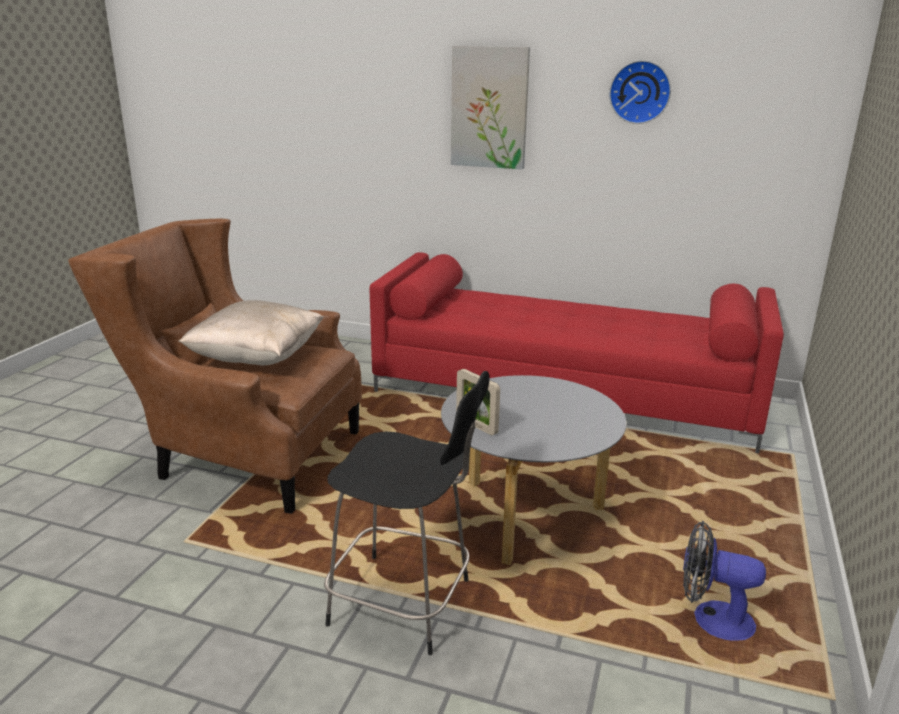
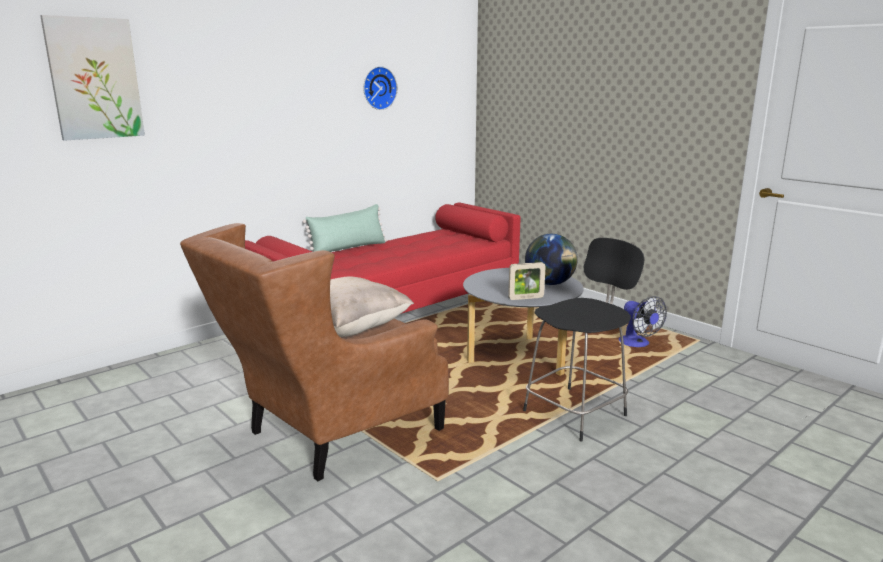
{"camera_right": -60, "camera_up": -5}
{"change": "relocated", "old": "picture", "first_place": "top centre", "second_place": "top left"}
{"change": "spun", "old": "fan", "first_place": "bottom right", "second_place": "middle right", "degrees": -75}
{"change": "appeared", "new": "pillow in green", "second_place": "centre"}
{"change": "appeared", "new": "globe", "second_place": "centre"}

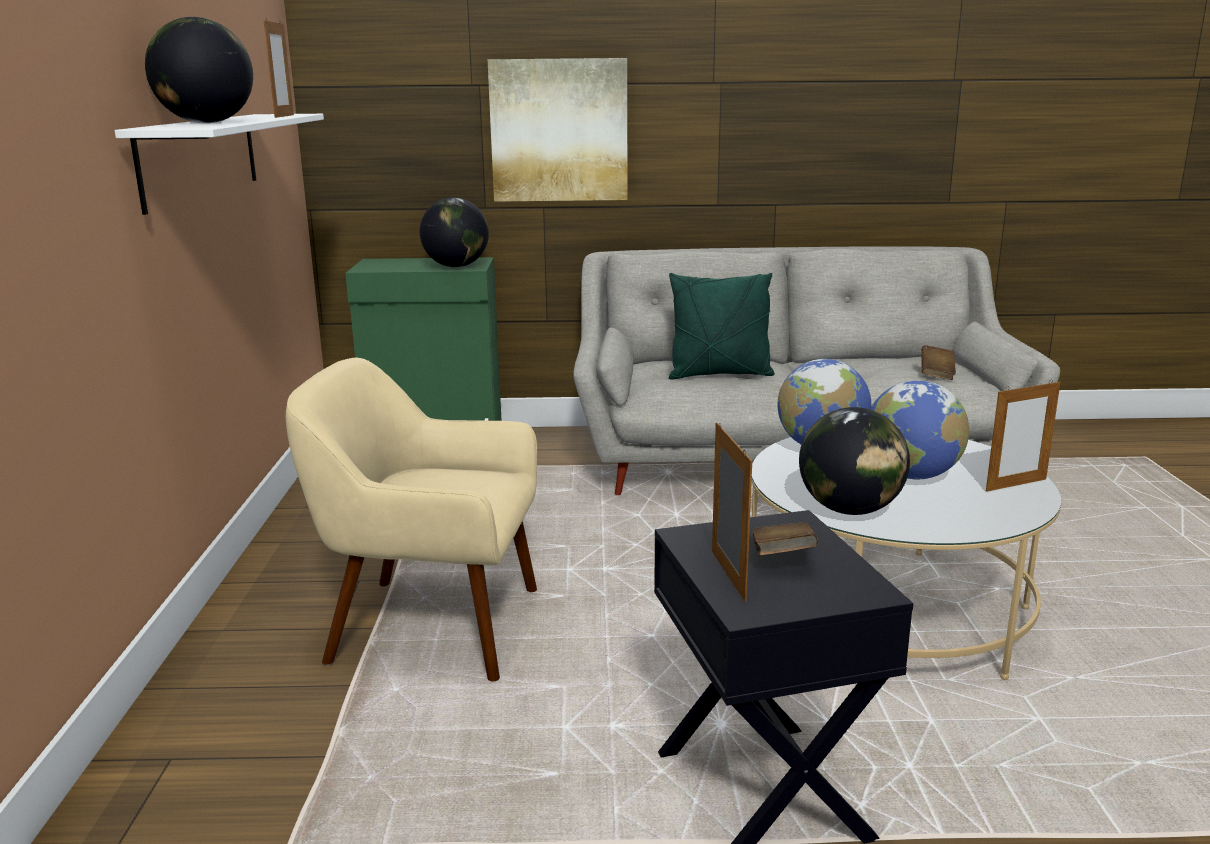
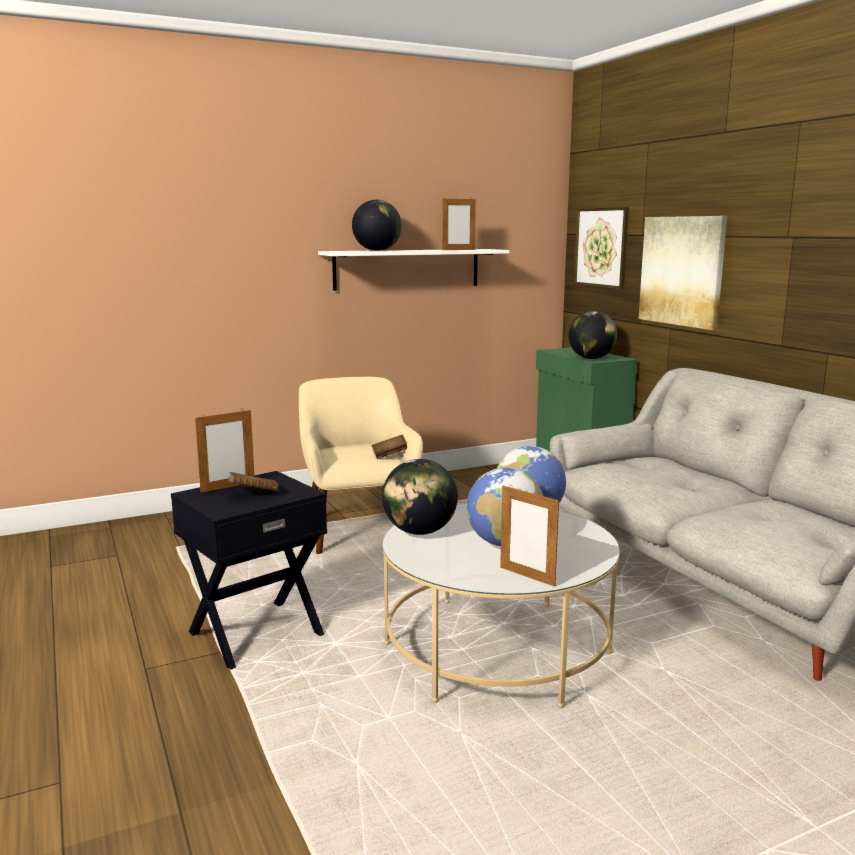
{"camera_right": 65, "camera_up": -5}
{"change": "missing", "old": "pillow in green", "first_place": "centre"}
{"change": "relocated", "old": "book in brown (no. 2 from left)", "first_place": "middle right", "second_place": "centre"}
{"change": "appeared", "new": "picture (no. 1 from left)", "second_place": "top right"}

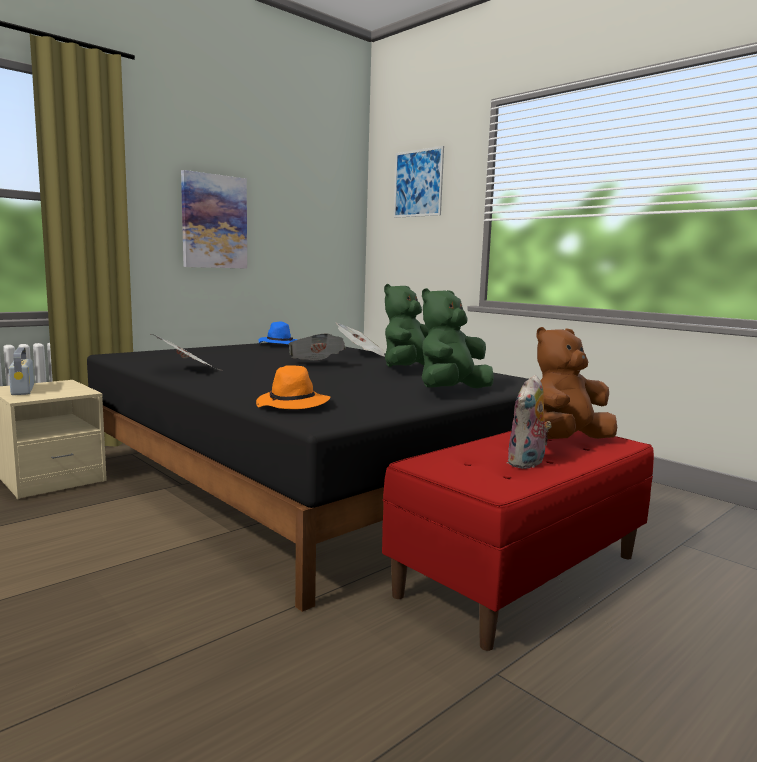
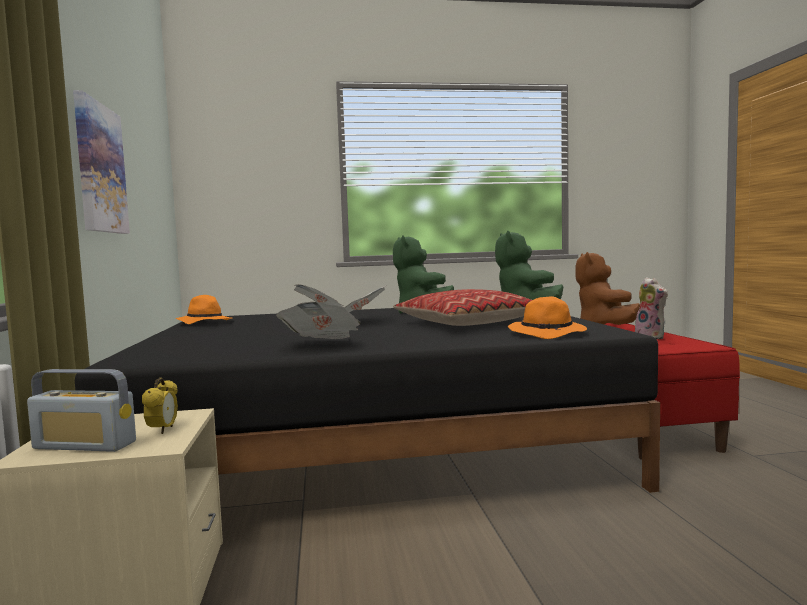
{"camera_right": -55, "camera_up": -5}
{"change": "colour", "old": "hat in blue", "new": "hat in orange (no. 1 from left)", "first_place": "centre", "second_place": "middle left"}
{"change": "missing", "old": "picture (no. 2 from left)", "first_place": "top centre"}
{"change": "appeared", "new": "alarm clock", "second_place": "bottom left"}
{"change": "appeared", "new": "pillow", "second_place": "centre"}

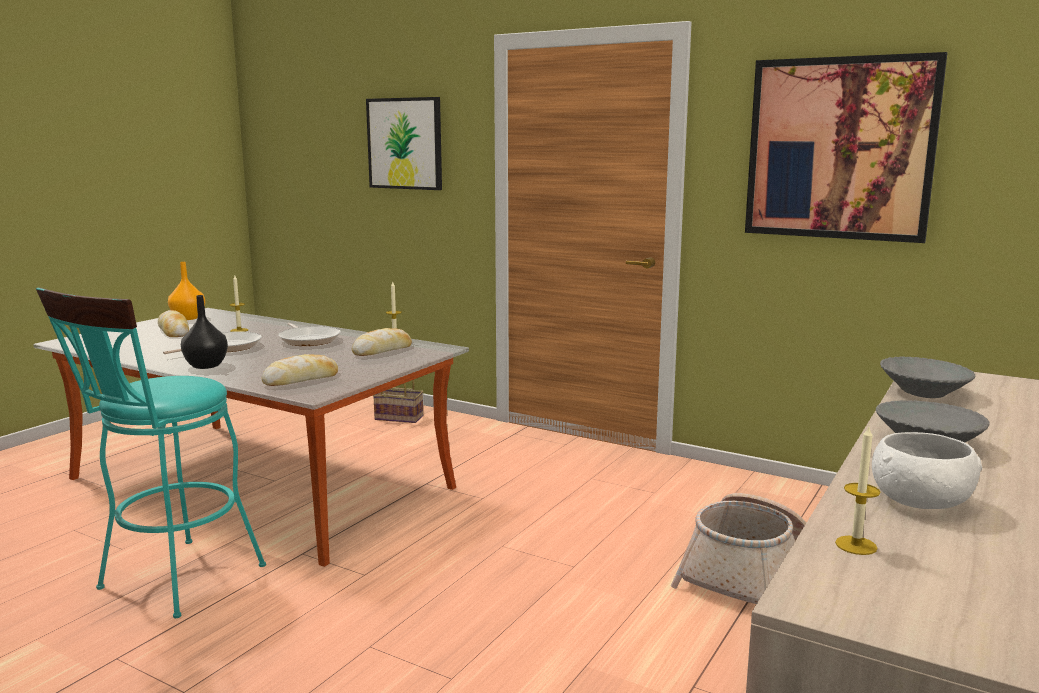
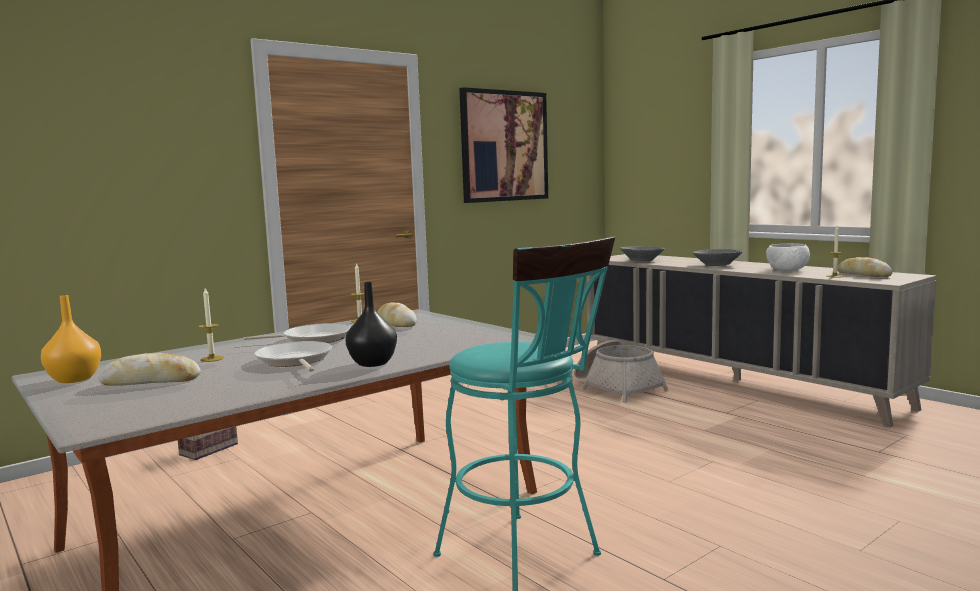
{"camera_right": -70, "camera_up": -5}
{"change": "relocated", "old": "bread (no. 2 from left in the first image)", "new": "bread (no. 3 from left)", "first_place": "middle left", "second_place": "middle right"}
{"change": "missing", "old": "picture (no. 1 from left)", "first_place": "top centre"}

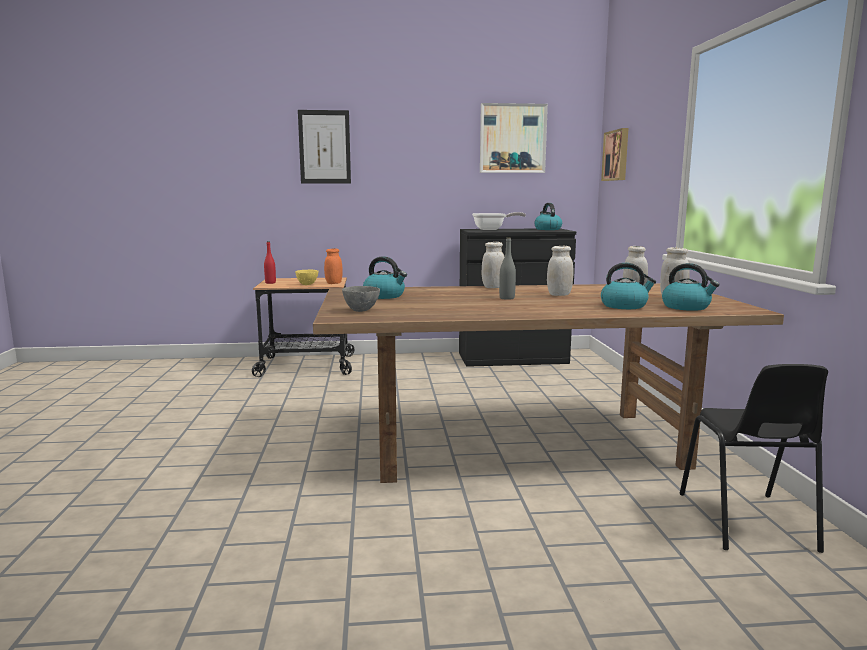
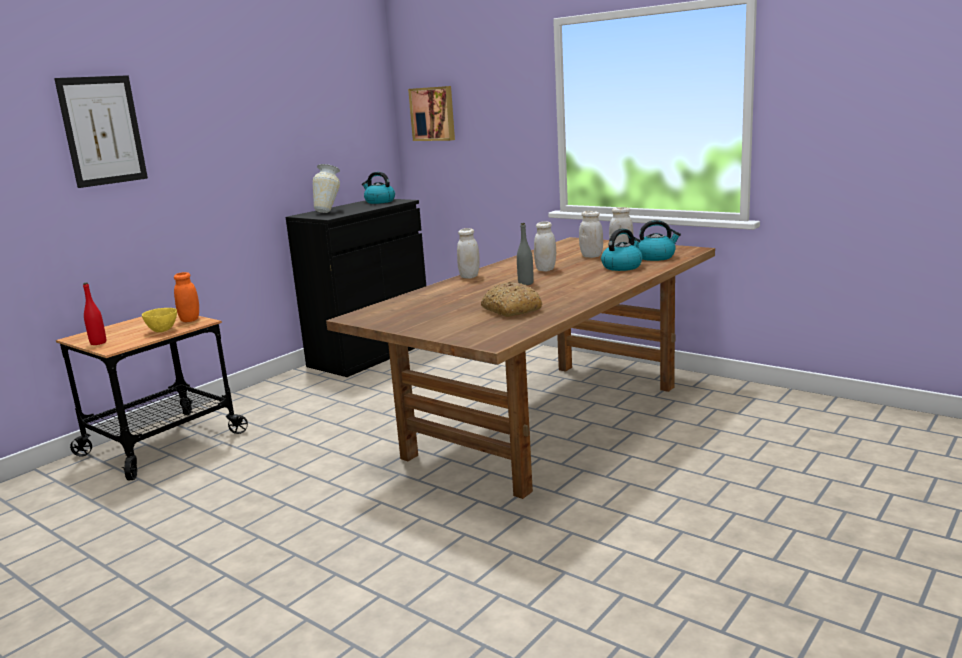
{"camera_right": -45, "camera_up": 5}
{"change": "missing", "old": "bowl in grey", "first_place": "centre"}
{"change": "missing", "old": "kettle (no. 1 from left)", "first_place": "centre"}
{"change": "exchanged", "old": "frying pan", "new": "vase", "first_place": "centre", "second_place": "top centre"}
{"change": "missing", "old": "picture (no. 2 from left)", "first_place": "top centre"}
{"change": "missing", "old": "chair in black", "first_place": "bottom right"}
{"change": "appeared", "new": "bread", "second_place": "centre"}

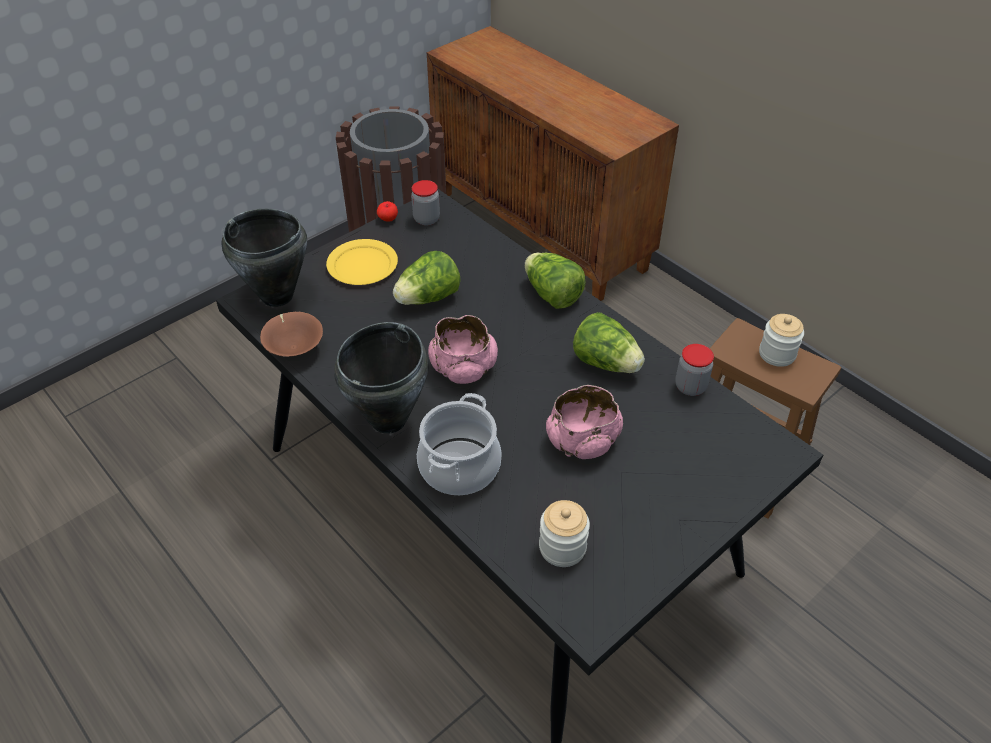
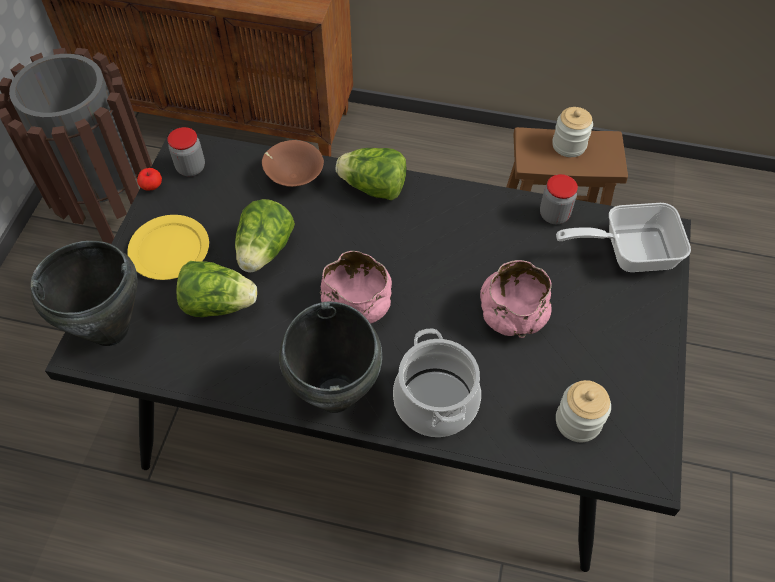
{"camera_right": -35, "camera_up": 10}
{"change": "relocated", "old": "bowl in brown", "first_place": "middle left", "second_place": "top centre"}
{"change": "relocated", "old": "lettuce (no. 3 from left in the first image)", "new": "lettuce (no. 1 from left)", "first_place": "centre", "second_place": "middle left"}
{"change": "appeared", "new": "frying pan", "second_place": "middle right"}

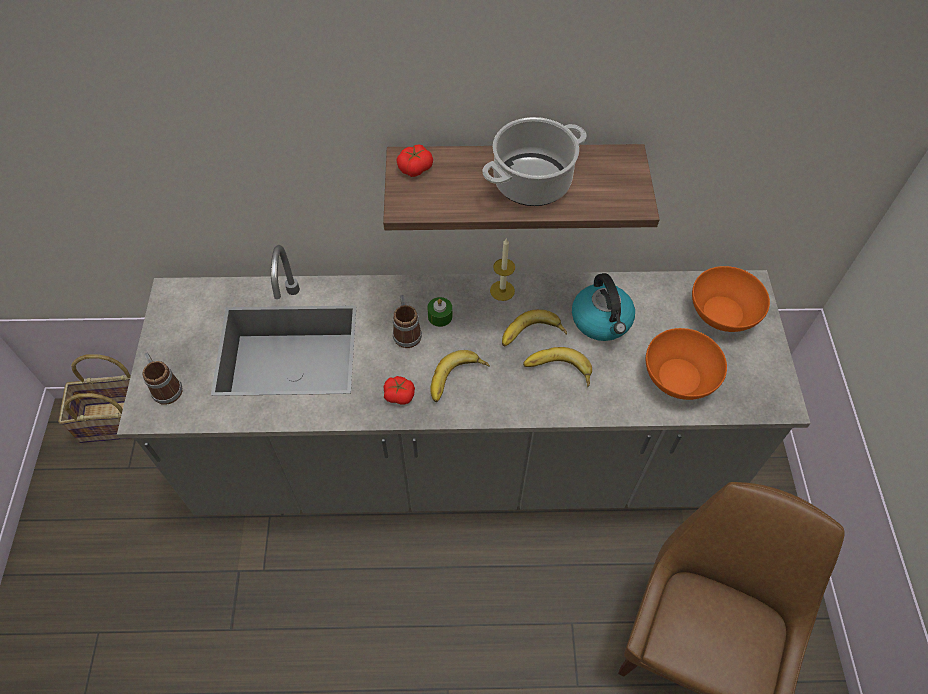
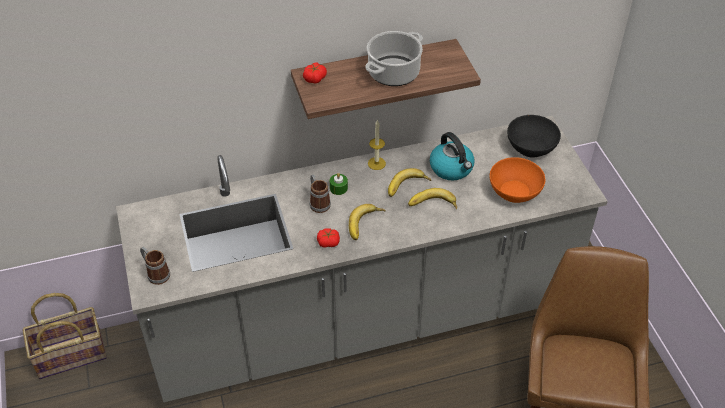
{"camera_right": -15, "camera_up": -10}
{"change": "colour", "old": "bowl in orange (no. 2 from left)", "new": "bowl in black", "first_place": "middle right", "second_place": "middle right"}

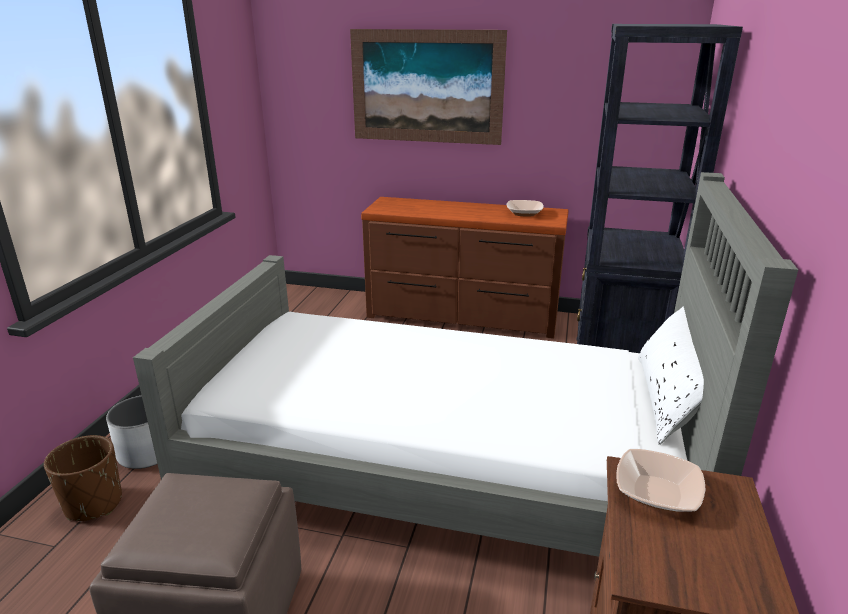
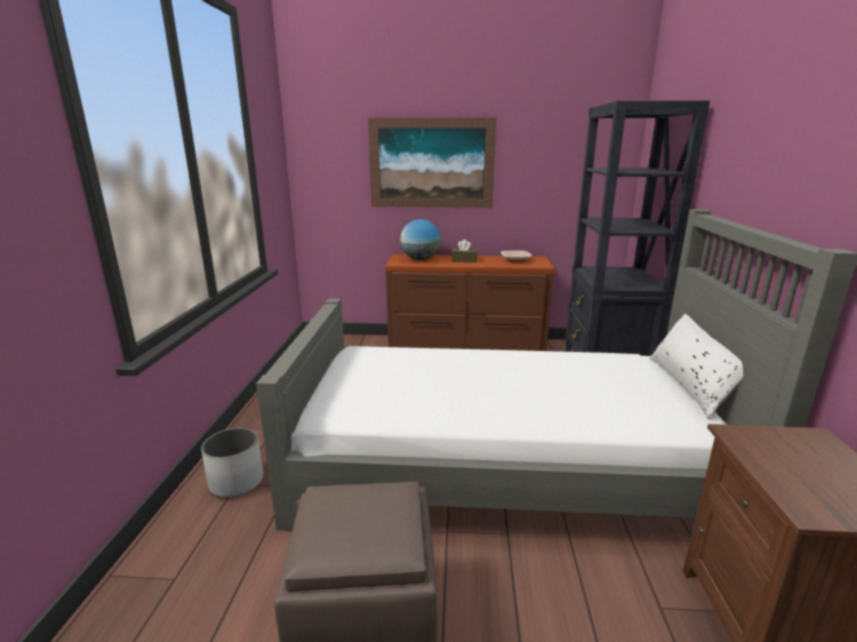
{"camera_right": -10, "camera_up": -5}
{"change": "missing", "old": "planter in brown", "first_place": "bottom left"}
{"change": "missing", "old": "bowl (no. 2 from left)", "first_place": "bottom right"}
{"change": "appeared", "new": "globe", "second_place": "centre"}
{"change": "appeared", "new": "tissue box in brown", "second_place": "centre"}

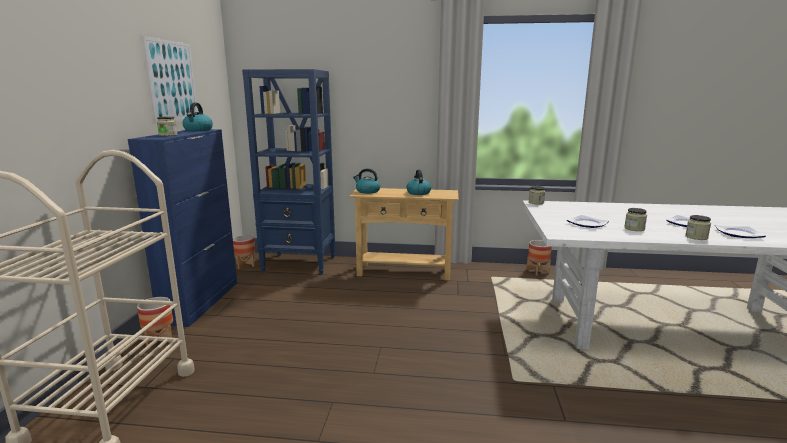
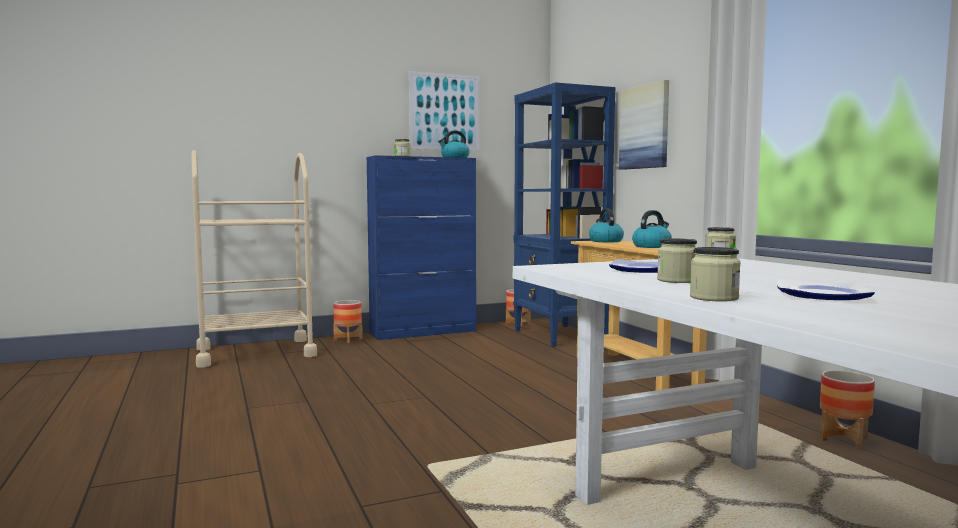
{"camera_right": 60, "camera_up": -10}
{"change": "missing", "old": "plate (no. 3 from left)", "first_place": "middle right"}
{"change": "appeared", "new": "picture (no. 2 from left)", "second_place": "top right"}

